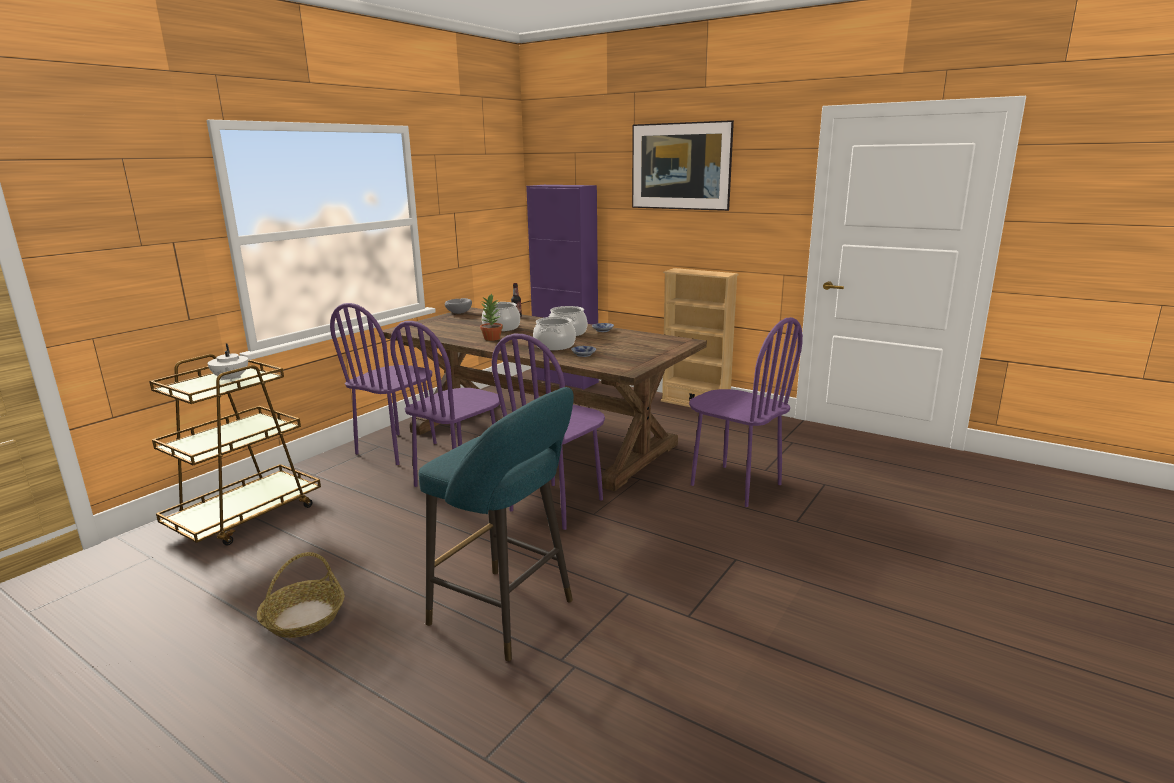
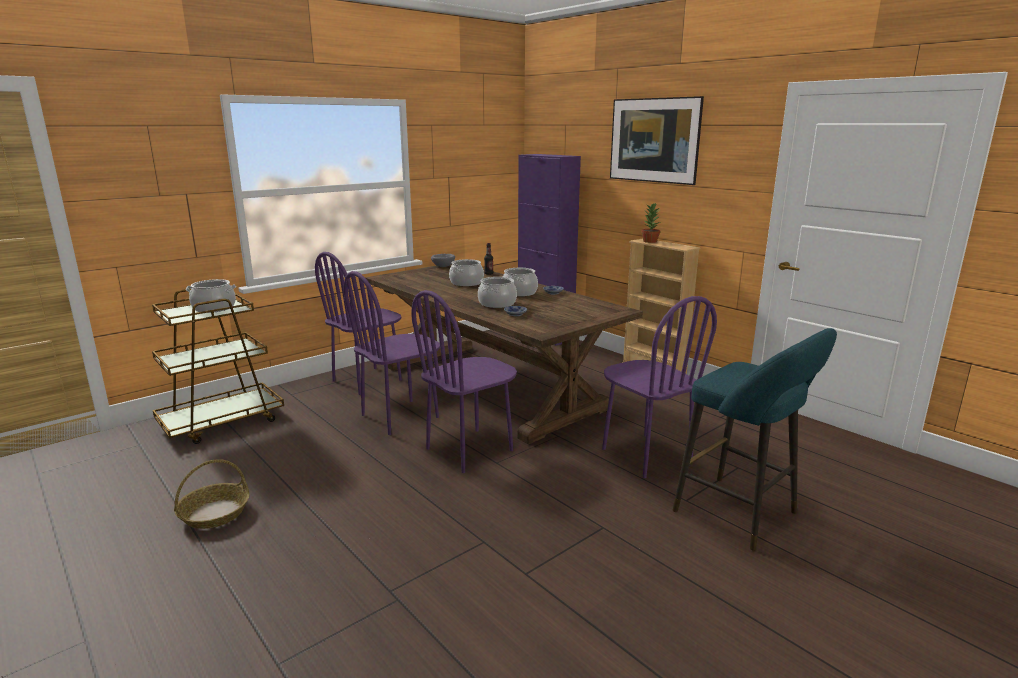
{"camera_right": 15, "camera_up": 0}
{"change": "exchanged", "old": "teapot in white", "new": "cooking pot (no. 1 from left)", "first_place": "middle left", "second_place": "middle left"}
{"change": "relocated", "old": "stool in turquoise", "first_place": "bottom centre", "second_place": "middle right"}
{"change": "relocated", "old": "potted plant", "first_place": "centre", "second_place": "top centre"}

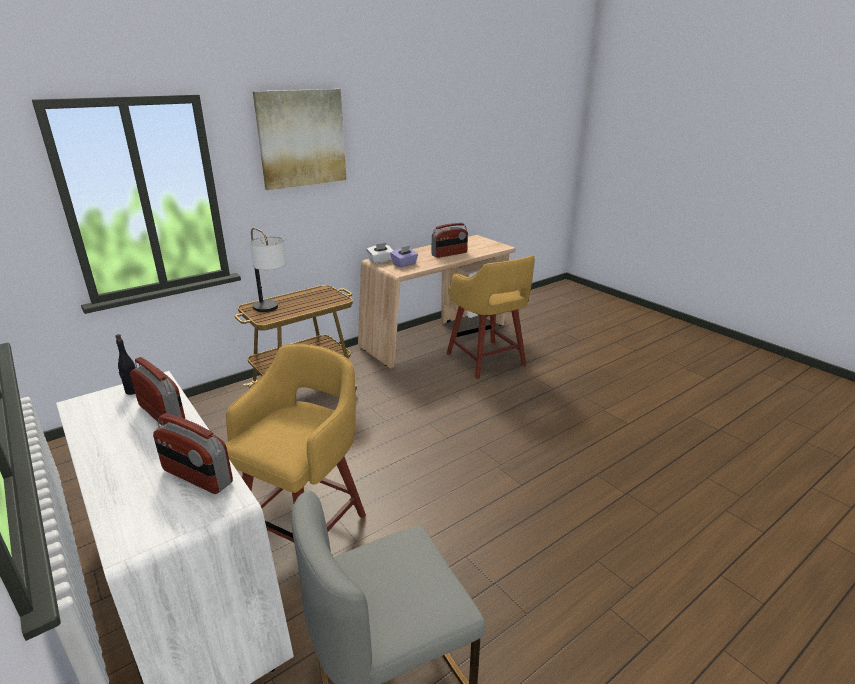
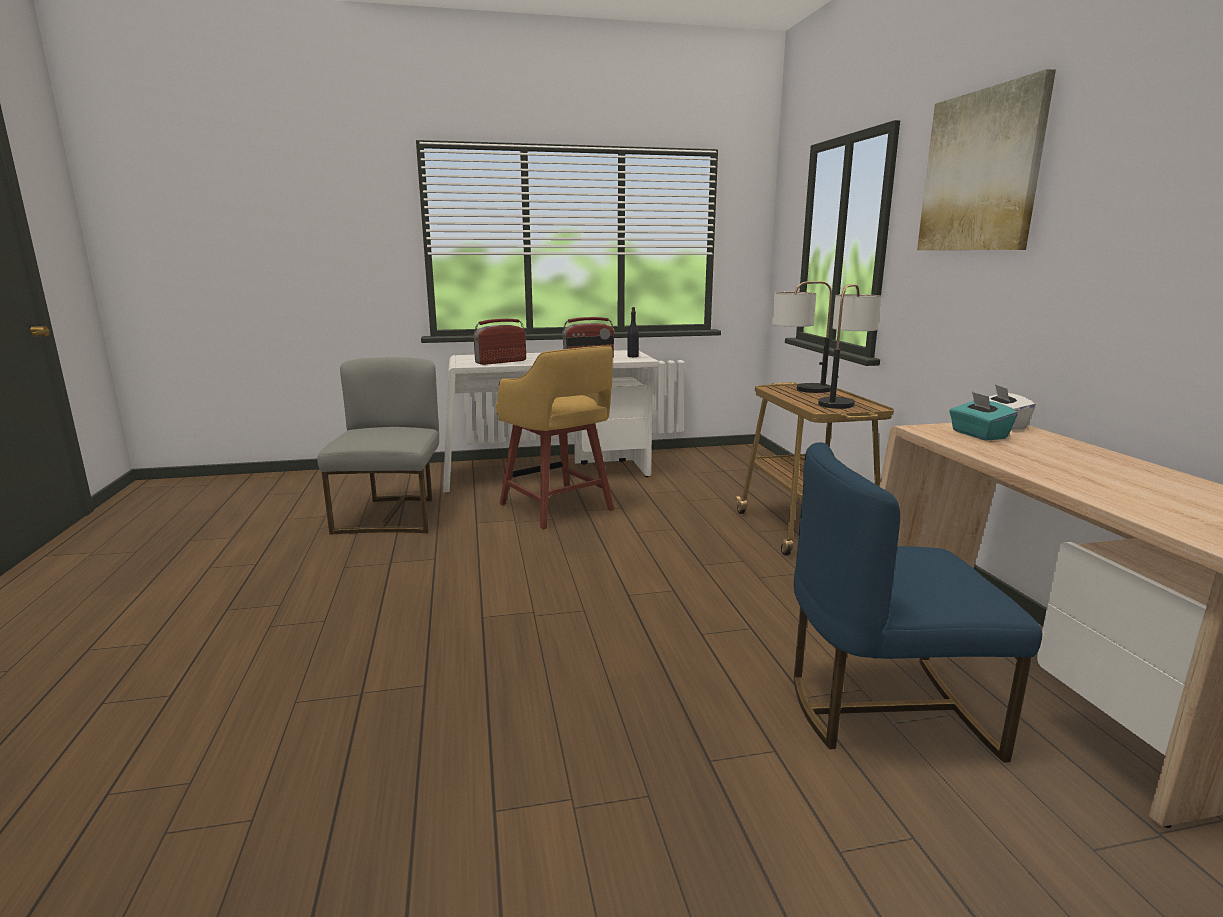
{"camera_right": 115, "camera_up": -10}
{"change": "colour", "old": "tissue box in purple", "new": "tissue box in turquoise", "first_place": "centre", "second_place": "middle right"}
{"change": "missing", "old": "radio (no. 3 from left)", "first_place": "centre"}
{"change": "exchanged", "old": "stool in yellow (no. 2 from left)", "new": "chair in blue", "first_place": "centre", "second_place": "middle right"}
{"change": "appeared", "new": "table lamp (no. 2 from left)", "second_place": "middle right"}

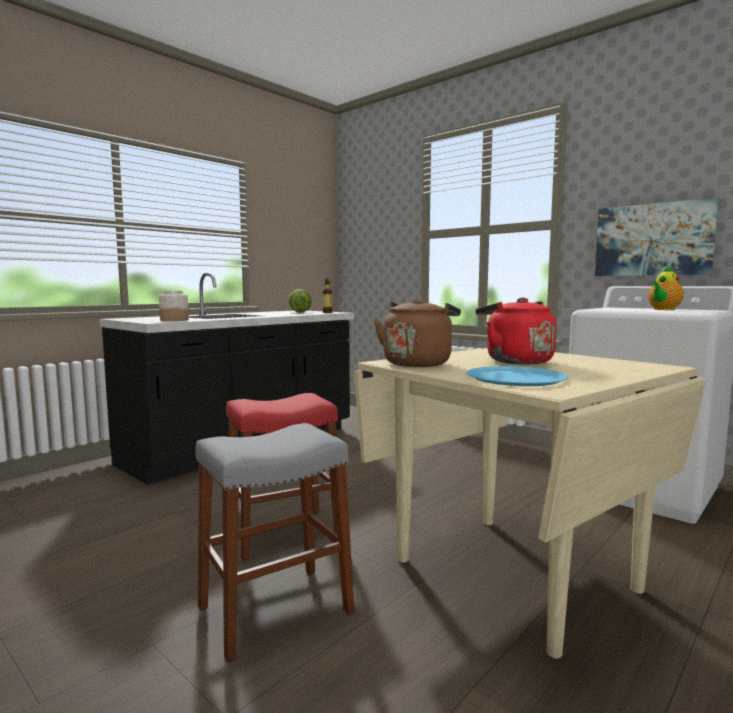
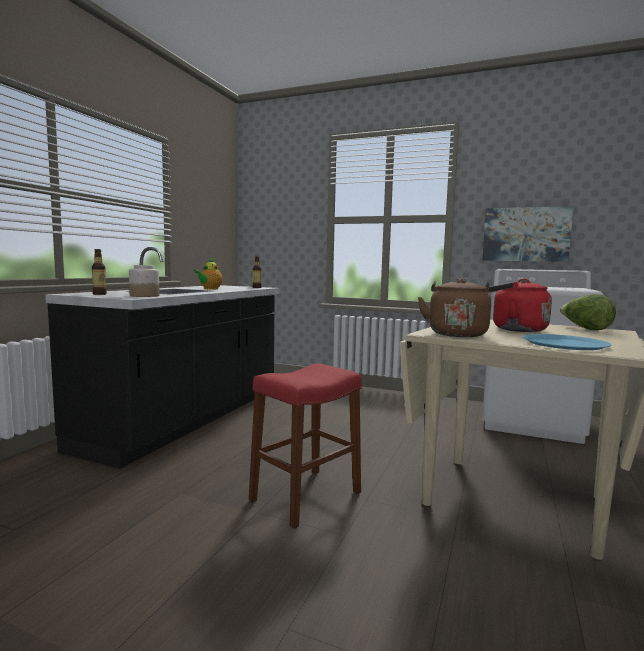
{"camera_right": -20, "camera_up": 0}
{"change": "missing", "old": "stool in grey", "first_place": "bottom centre"}
{"change": "relocated", "old": "lettuce", "first_place": "centre", "second_place": "middle right"}
{"change": "relocated", "old": "teapot", "first_place": "middle right", "second_place": "middle left"}
{"change": "appeared", "new": "bottle (no. 1 from left)", "second_place": "middle left"}

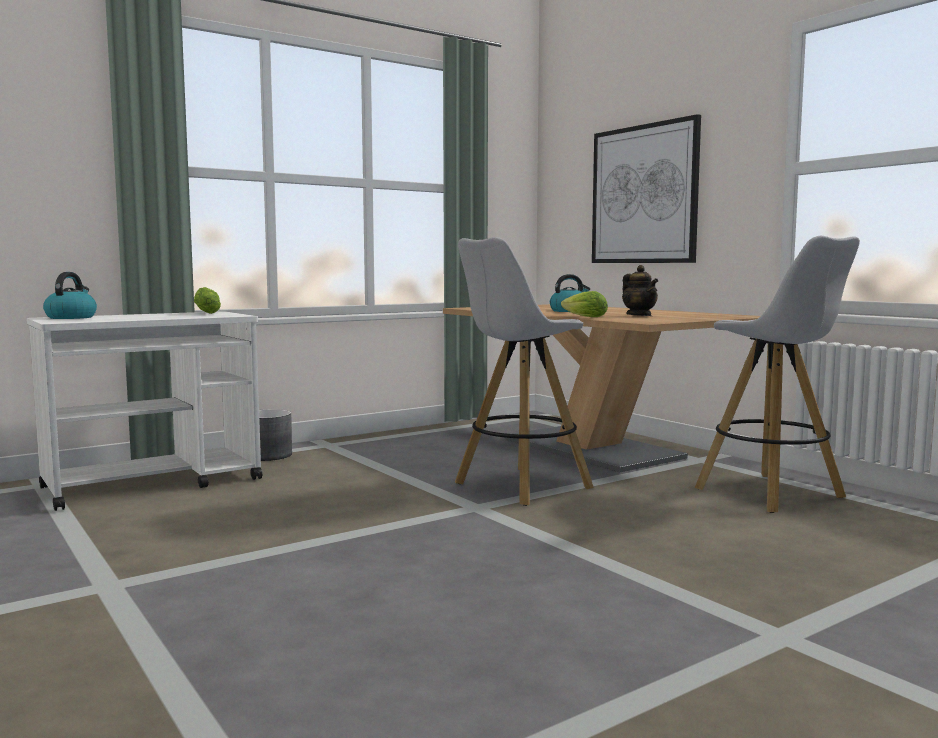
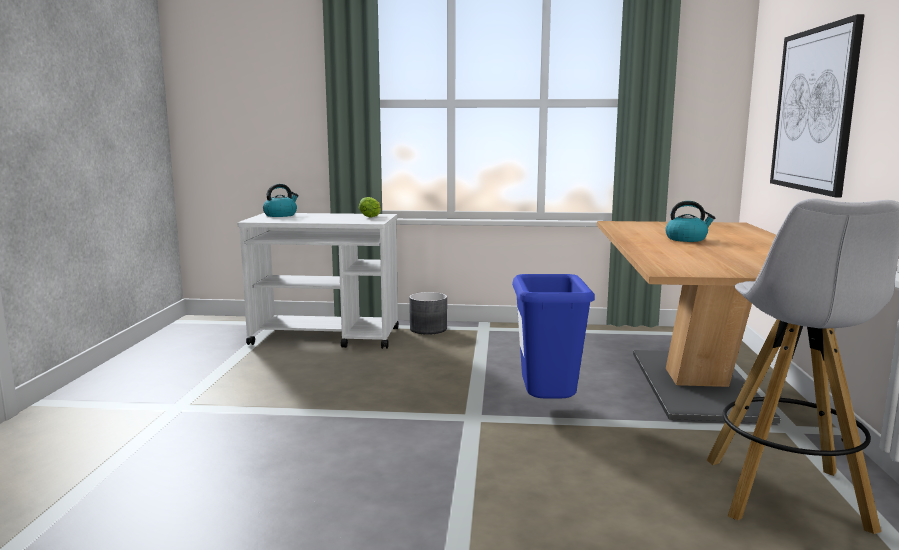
{"camera_right": 40, "camera_up": 5}
{"change": "exchanged", "old": "stool in white (no. 1 from left)", "new": "trash can in blue", "first_place": "centre", "second_place": "centre"}
{"change": "missing", "old": "lettuce (no. 2 from left)", "first_place": "centre"}
{"change": "missing", "old": "teapot", "first_place": "middle right"}

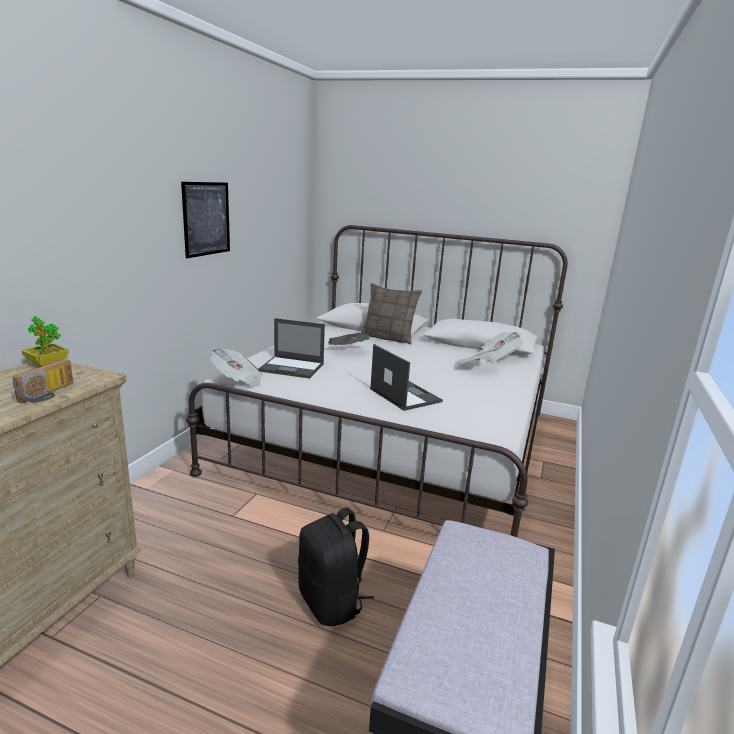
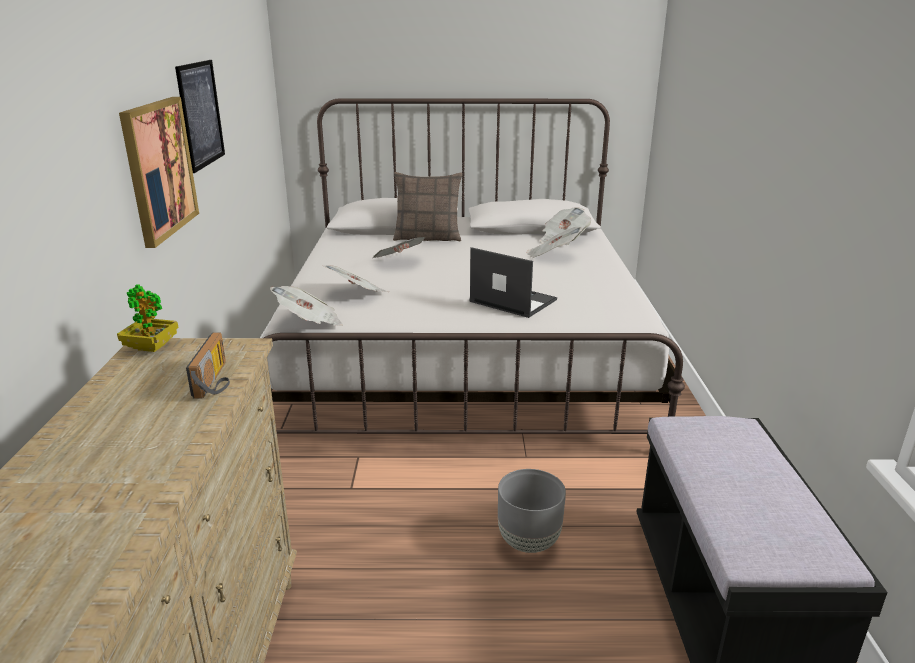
{"camera_right": -20, "camera_up": 5}
{"change": "exchanged", "old": "laptop (no. 1 from left)", "new": "newspaper (no. 2 from left)", "first_place": "centre", "second_place": "centre"}
{"change": "exchanged", "old": "backpack in black", "new": "planter in grey", "first_place": "bottom centre", "second_place": "bottom centre"}
{"change": "appeared", "new": "picture (no. 1 from left)", "second_place": "top left"}

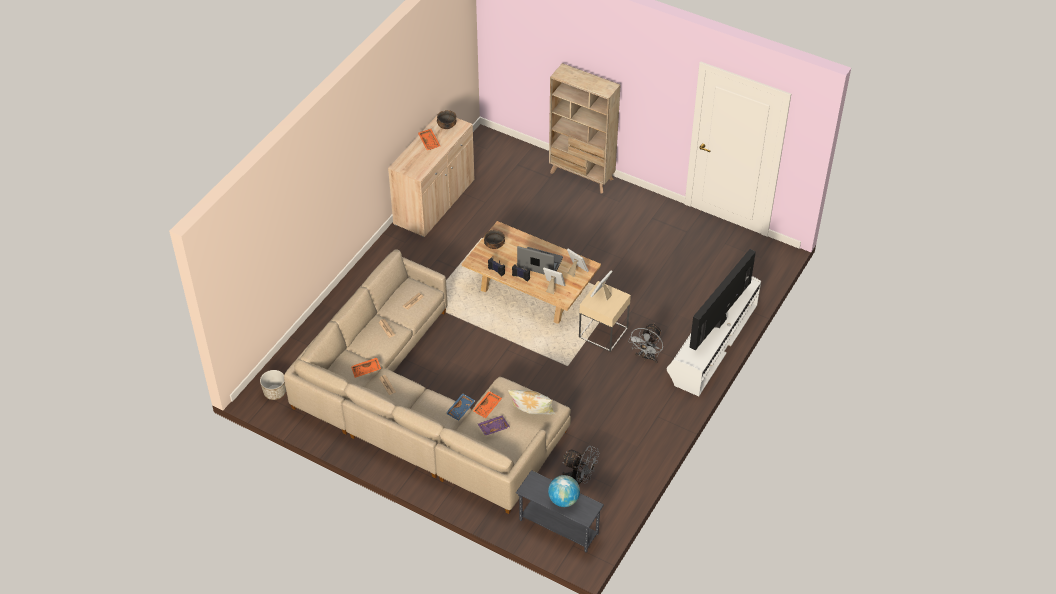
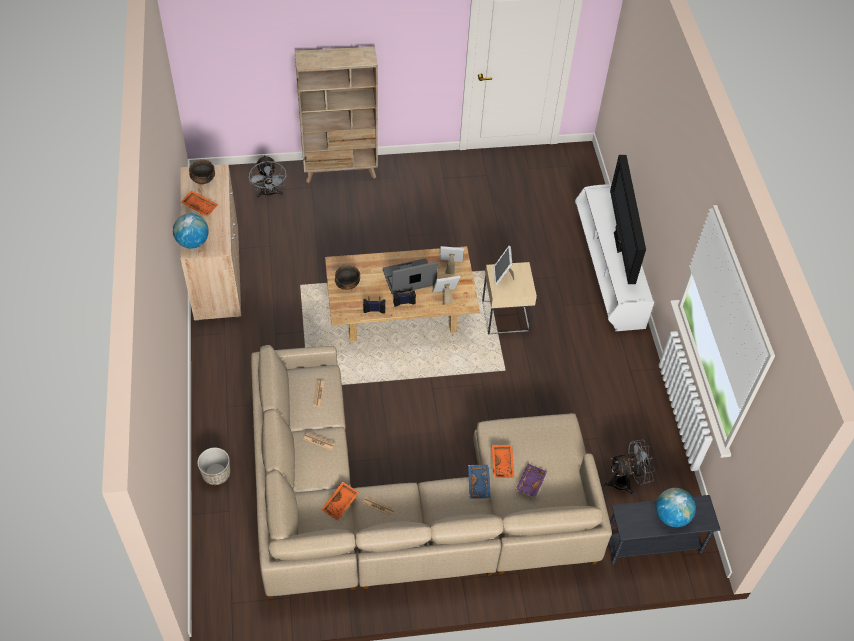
{"camera_right": -40, "camera_up": 5}
{"change": "relocated", "old": "planter", "first_place": "middle left", "second_place": "bottom left"}
{"change": "missing", "old": "pillow", "first_place": "bottom centre"}
{"change": "relocated", "old": "fan in grey (no. 2 from left in the first image)", "new": "fan in grey (no. 1 from left)", "first_place": "centre", "second_place": "top left"}
{"change": "appeared", "new": "globe (no. 1 from left)", "second_place": "middle left"}

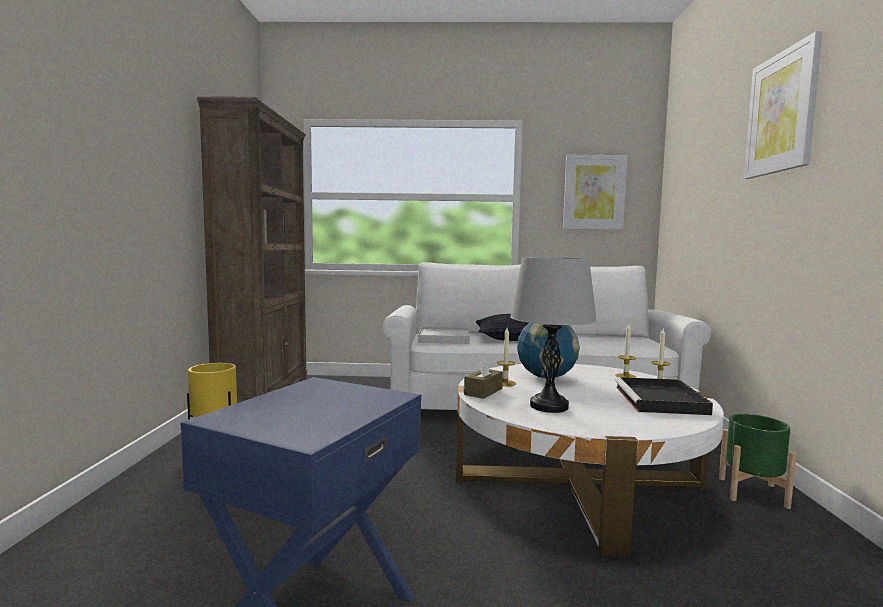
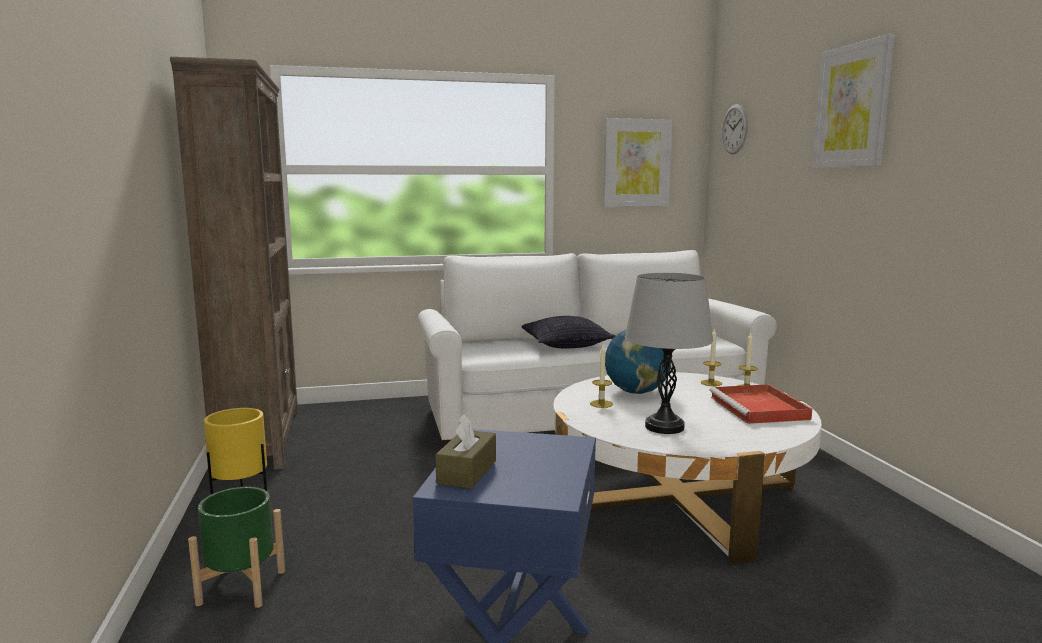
{"camera_right": -15, "camera_up": 5}
{"change": "missing", "old": "tray in white", "first_place": "centre"}
{"change": "relocated", "old": "tissue box in brown", "first_place": "centre", "second_place": "bottom centre"}
{"change": "colour", "old": "tray in black", "new": "tray in red", "first_place": "middle right", "second_place": "middle right"}
{"change": "relocated", "old": "planter in green", "first_place": "bottom right", "second_place": "bottom left"}
{"change": "appeared", "new": "wall clock", "second_place": "top right"}

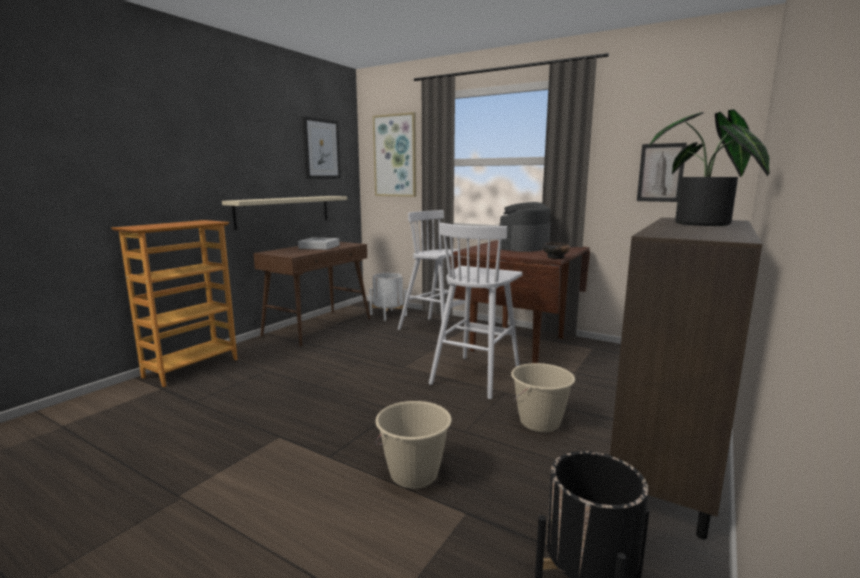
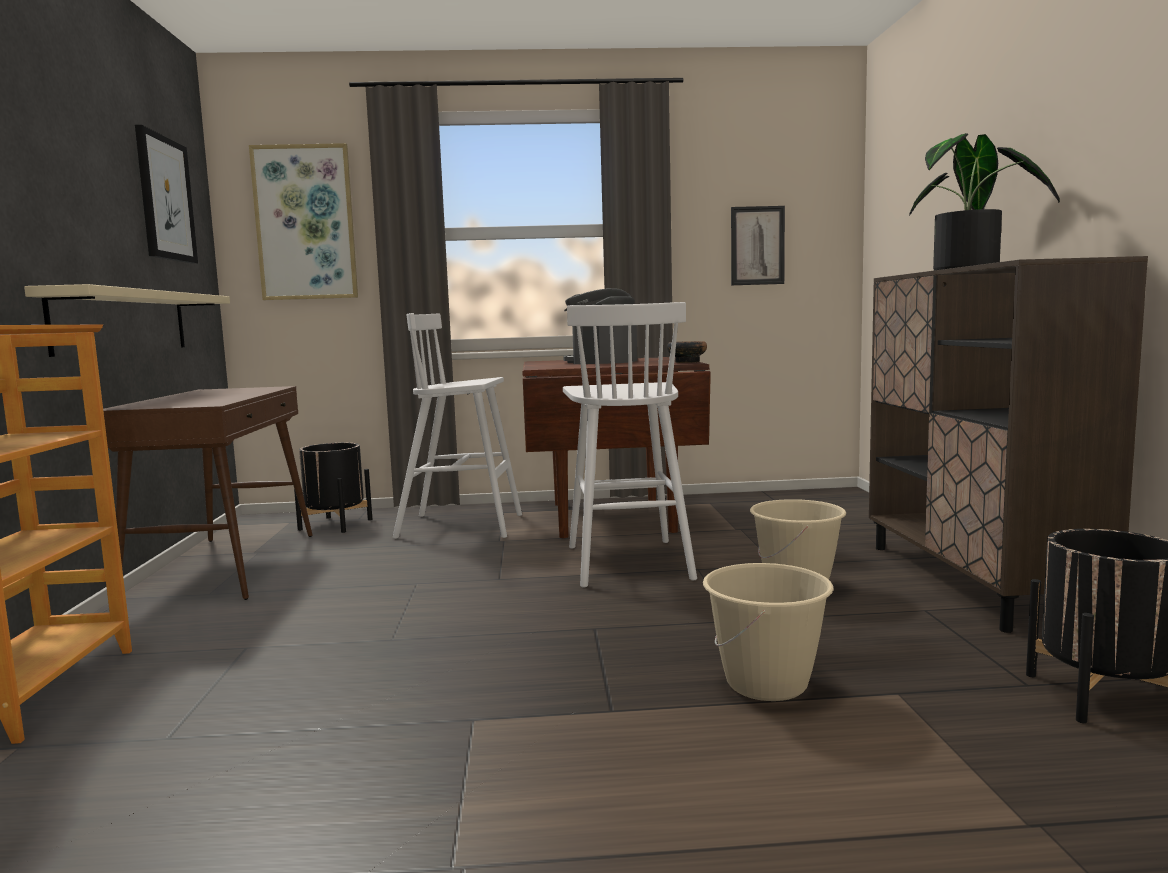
{"camera_right": -35, "camera_up": -5}
{"change": "missing", "old": "tray in grey", "first_place": "centre"}
{"change": "colour", "old": "planter in white", "new": "planter in black (no. 1 from left)", "first_place": "centre", "second_place": "middle left"}

